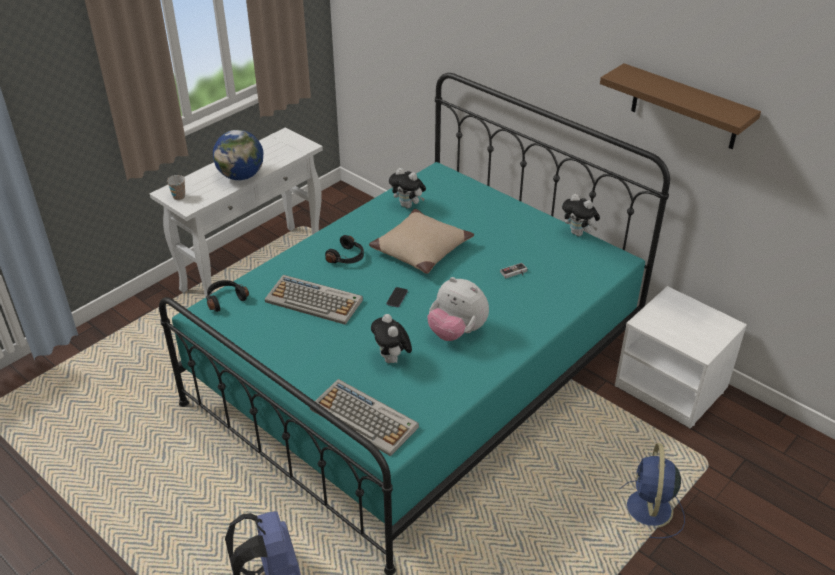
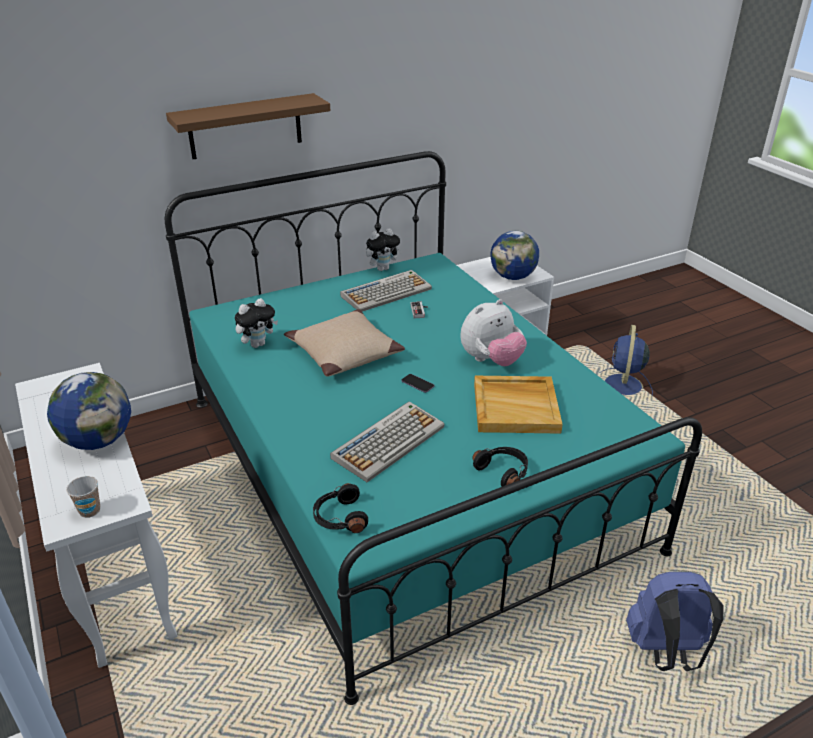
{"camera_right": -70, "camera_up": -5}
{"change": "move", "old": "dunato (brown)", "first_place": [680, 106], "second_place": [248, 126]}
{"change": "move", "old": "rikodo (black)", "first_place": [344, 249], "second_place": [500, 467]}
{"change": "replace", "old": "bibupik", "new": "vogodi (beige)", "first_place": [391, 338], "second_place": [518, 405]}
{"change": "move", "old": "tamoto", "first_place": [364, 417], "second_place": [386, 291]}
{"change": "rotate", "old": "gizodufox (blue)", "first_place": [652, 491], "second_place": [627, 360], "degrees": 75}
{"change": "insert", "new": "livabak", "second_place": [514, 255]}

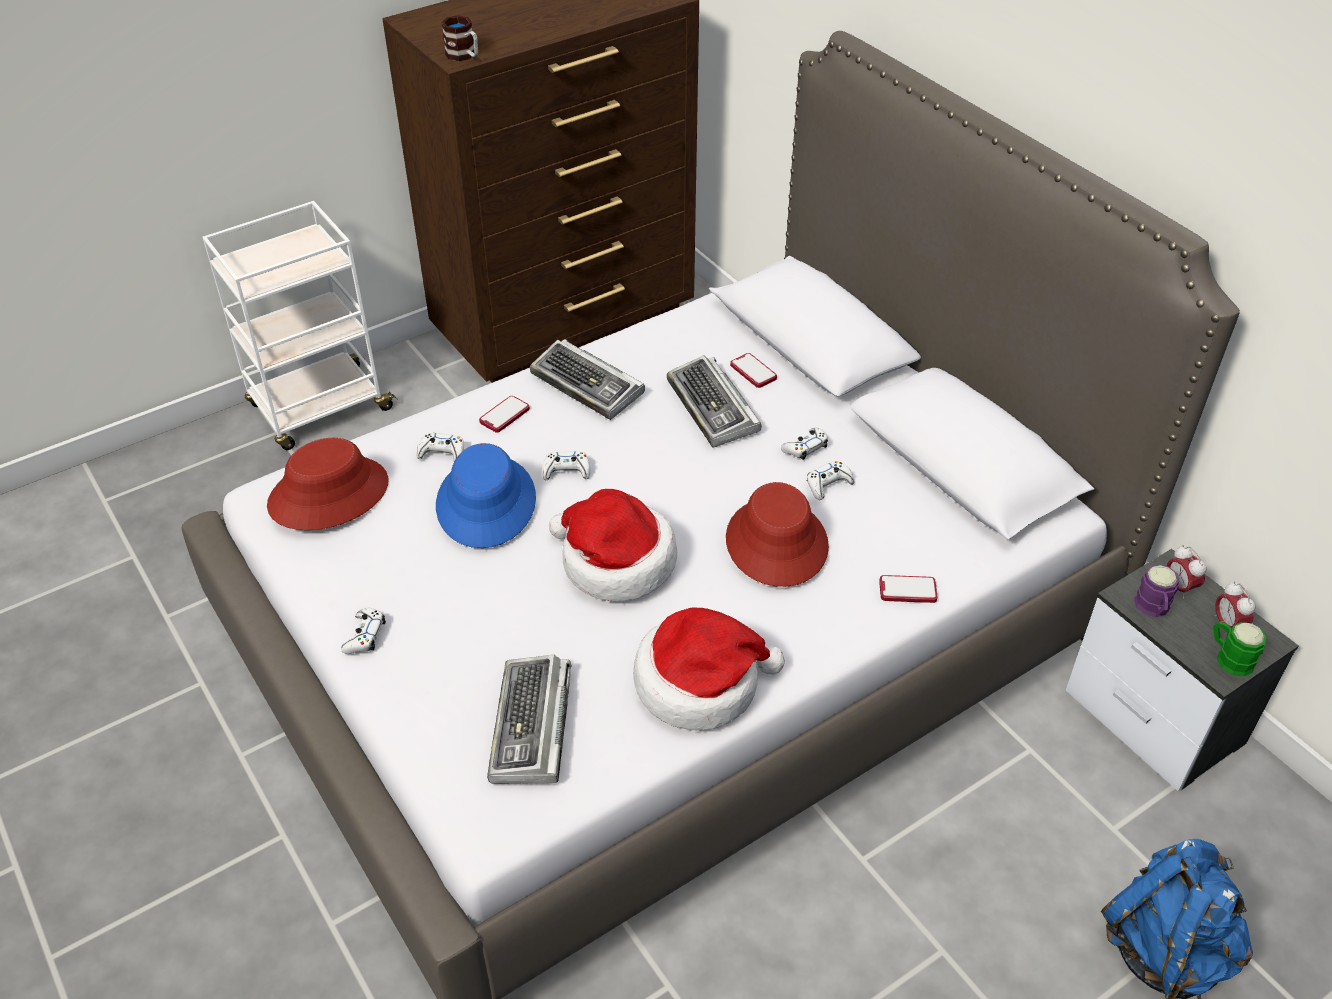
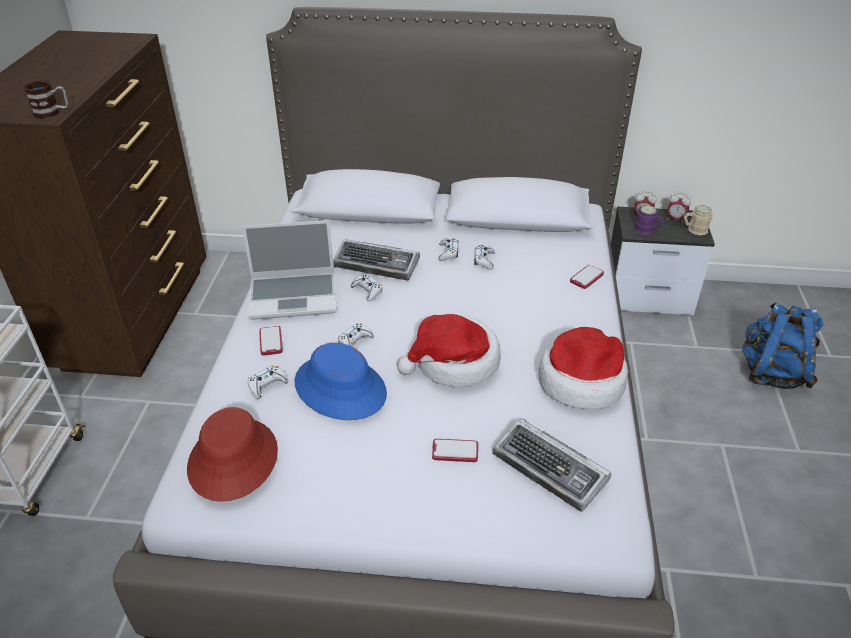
{"camera_right": -50, "camera_up": -5}
{"change": "replace", "old": "tamoto", "new": "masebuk", "first_place": [587, 379], "second_place": [289, 270]}
{"change": "move", "old": "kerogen", "first_place": [753, 370], "second_place": [455, 450]}
{"change": "delete", "old": "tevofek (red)", "first_place": [777, 534]}
{"change": "move", "old": "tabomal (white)", "first_place": [363, 631], "second_place": [366, 288]}
{"change": "recolor", "old": "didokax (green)", "new": "didokax (beige)", "first_place": [1239, 649], "second_place": [698, 220]}

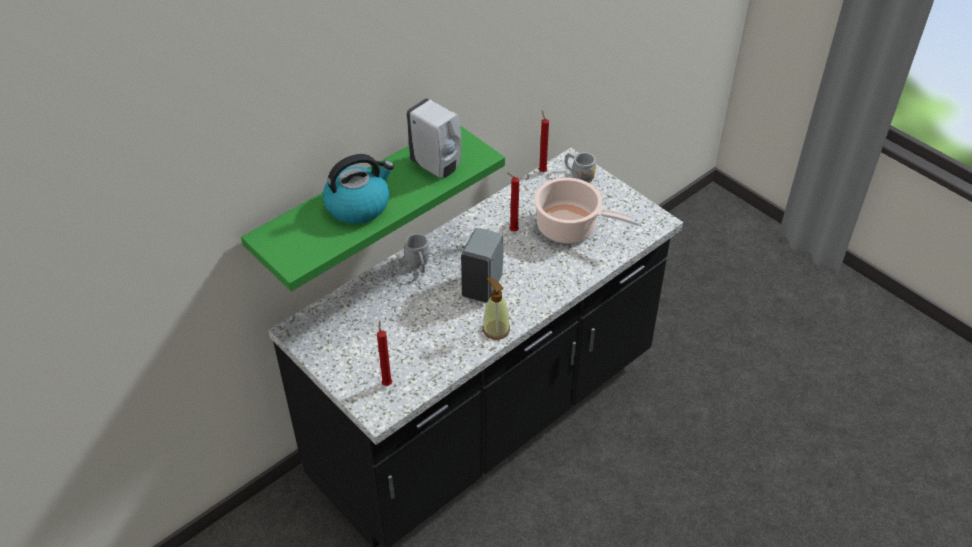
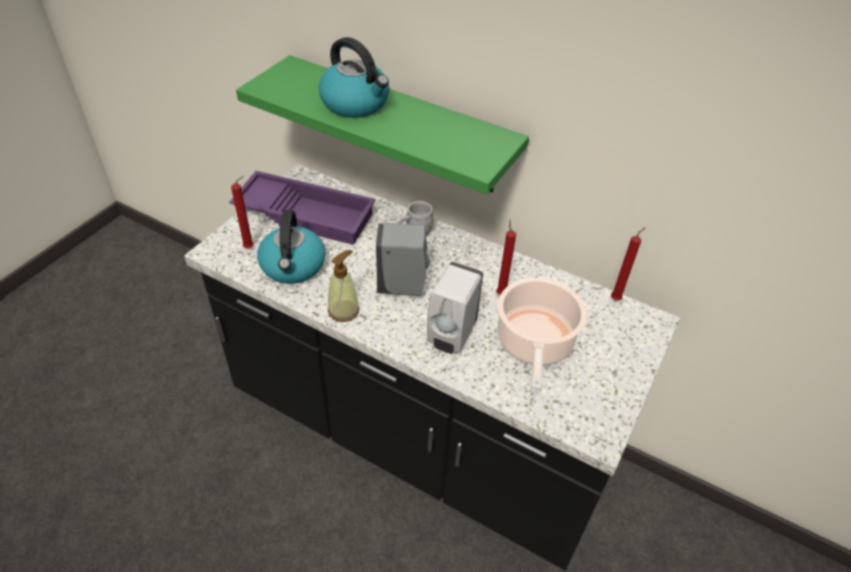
{"camera_right": 70, "camera_up": 0}
{"change": "move", "old": "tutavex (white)", "first_place": [434, 138], "second_place": [455, 308]}
{"change": "delete", "old": "didokax (grey)", "first_place": [580, 168]}
{"change": "insert", "new": "vogodi (purple)", "second_place": [302, 208]}
{"change": "insert", "new": "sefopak", "second_place": [291, 247]}

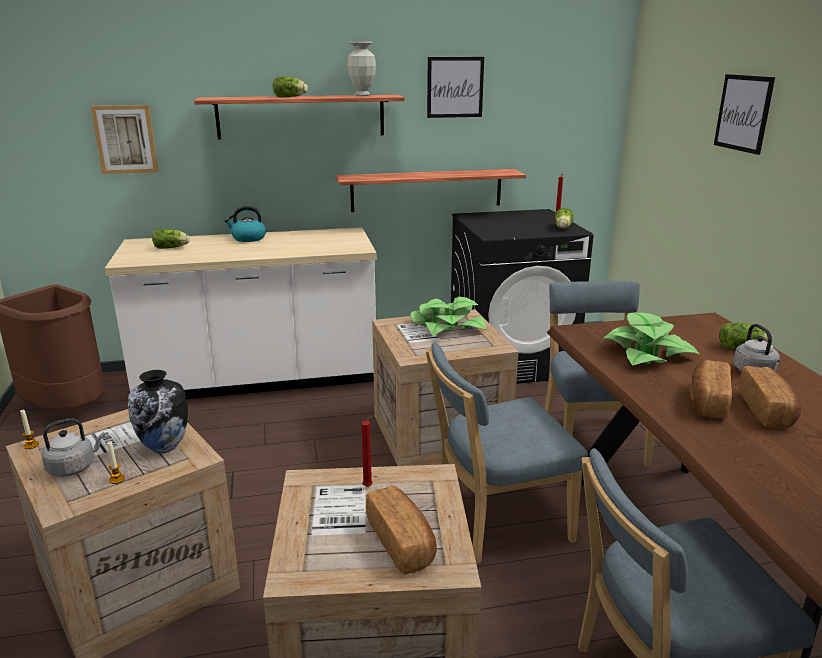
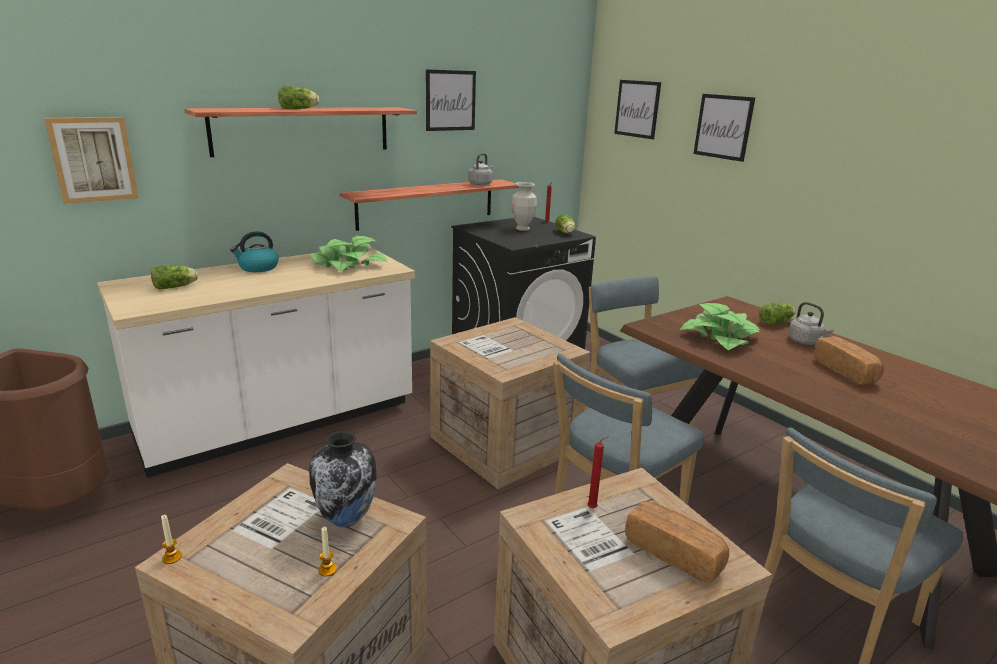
{"camera_right": -25, "camera_up": 0}
{"change": "move", "old": "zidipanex", "first_place": [361, 68], "second_place": [524, 206]}
{"change": "move", "old": "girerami", "first_place": [448, 316], "second_place": [348, 254]}
{"change": "delete", "old": "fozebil", "first_place": [710, 390]}
{"change": "move", "old": "sefopak (grey)", "first_place": [73, 447], "second_place": [480, 169]}
{"change": "insert", "new": "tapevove", "second_place": [637, 109]}

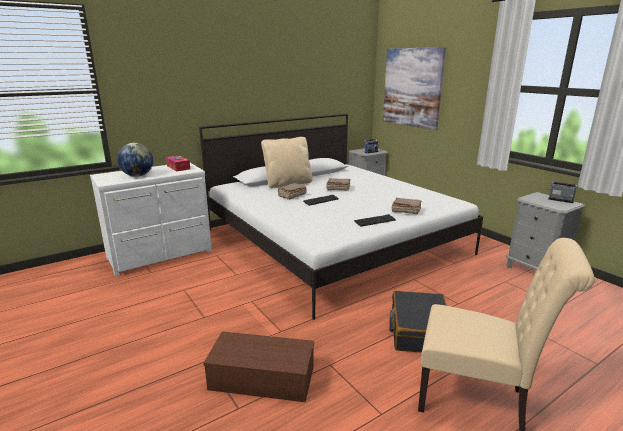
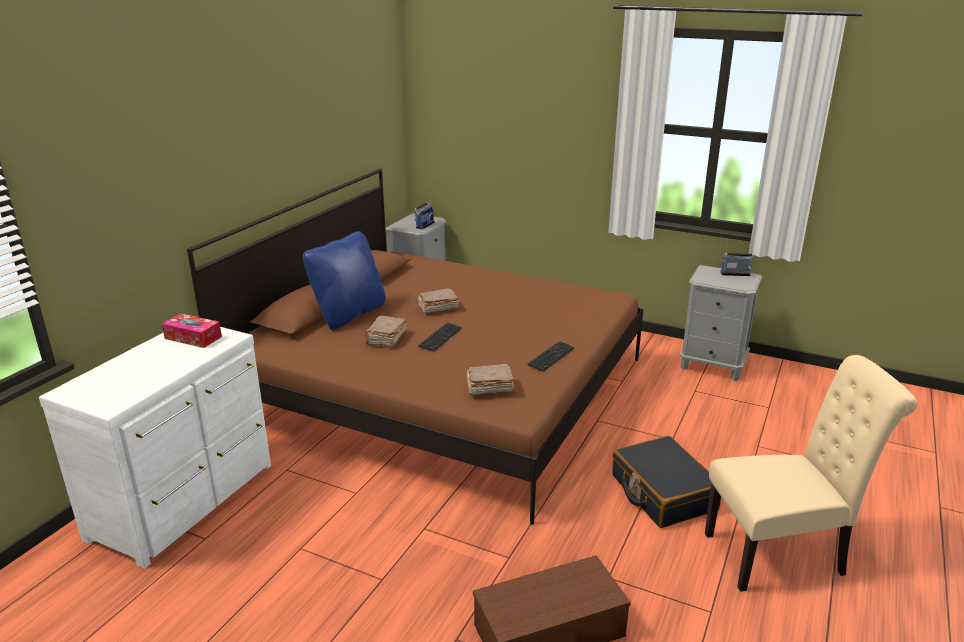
{"camera_right": -30, "camera_up": 5}
{"change": "delete", "old": "tapevove", "first_place": [414, 88]}
{"change": "recolor", "old": "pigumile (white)", "new": "pigumile (brown)", "first_place": [341, 217], "second_place": [415, 346]}
{"change": "recolor", "old": "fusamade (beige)", "new": "fusamade (blue)", "first_place": [286, 162], "second_place": [344, 280]}
{"change": "delete", "old": "livabak", "first_place": [135, 160]}
{"change": "move", "old": "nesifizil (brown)", "first_place": [407, 206], "second_place": [490, 380]}

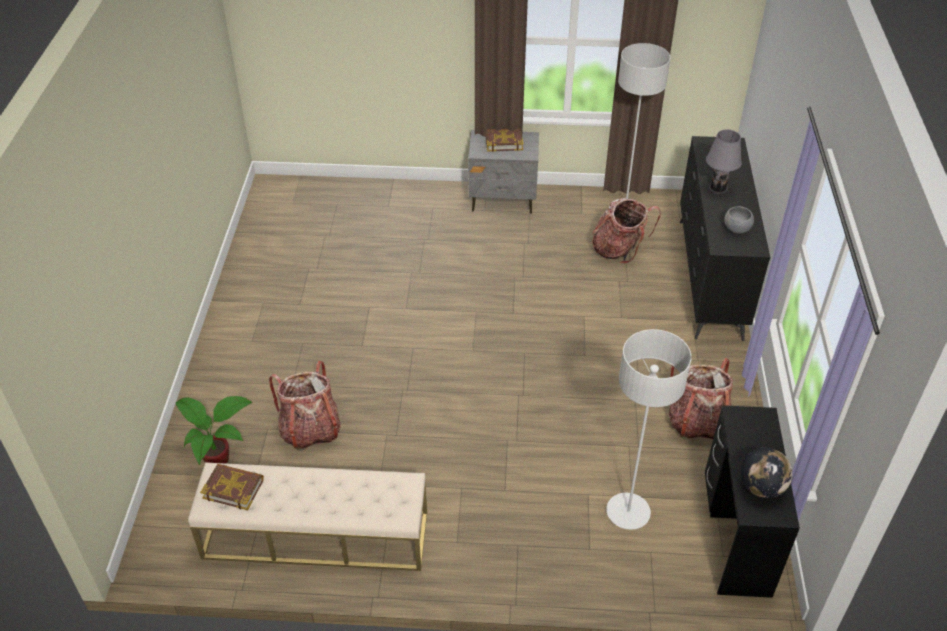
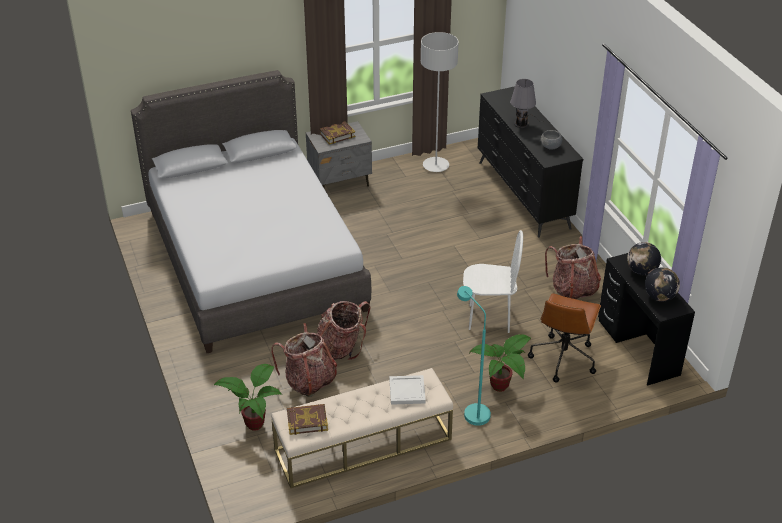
{"camera_right": -25, "camera_up": -5}
{"change": "move", "old": "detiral", "first_place": [626, 230], "second_place": [344, 330]}
{"change": "replace", "old": "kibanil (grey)", "new": "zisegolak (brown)", "first_place": [649, 429], "second_place": [564, 338]}
{"change": "insert", "new": "pigumile (grey)", "second_place": [251, 211]}
{"change": "insert", "new": "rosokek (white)", "second_place": [493, 281]}
{"change": "insert", "new": "livabak", "second_place": [644, 258]}
{"change": "insert", "new": "kibanil (turquoise)", "second_place": [474, 356]}
{"change": "insert", "new": "girerami", "second_place": [500, 363]}
{"change": "insert", "new": "vogodi (white)", "second_place": [407, 390]}

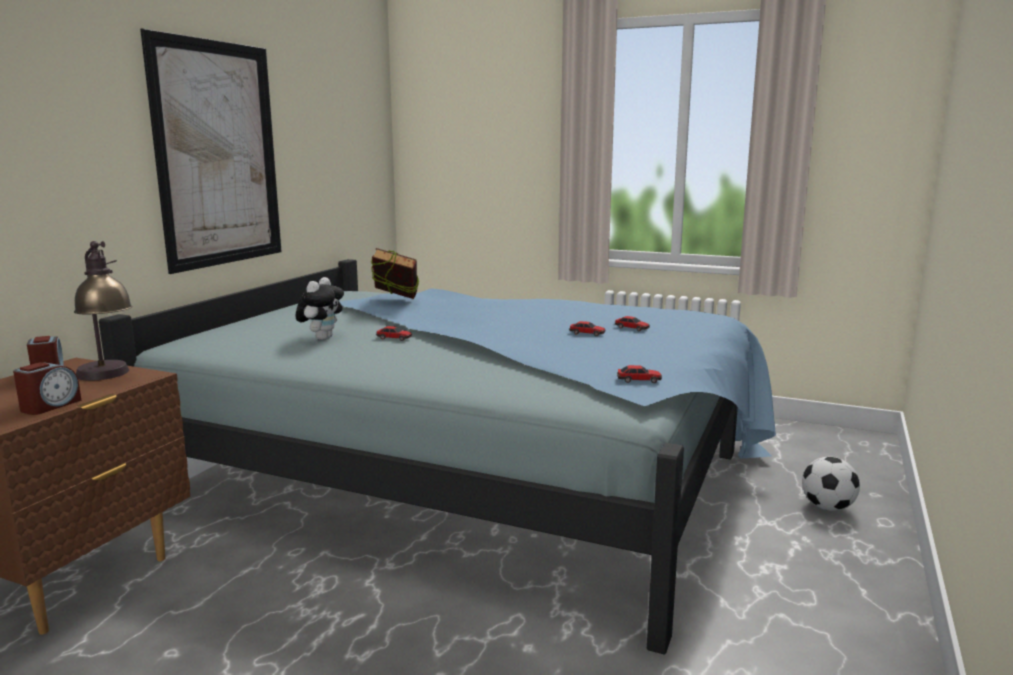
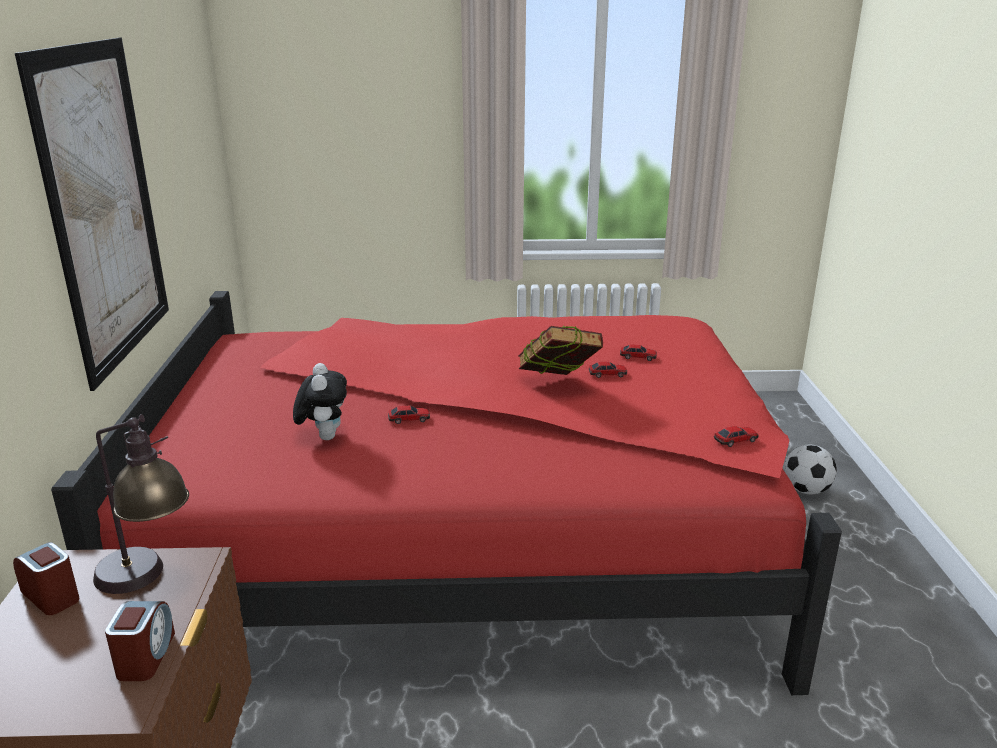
{"camera_right": -25, "camera_up": 10}
{"change": "move", "old": "nesifizil", "first_place": [395, 273], "second_place": [560, 350]}
{"change": "recolor", "old": "pigumile (blue)", "new": "pigumile (red)", "first_place": [437, 457], "second_place": [446, 493]}

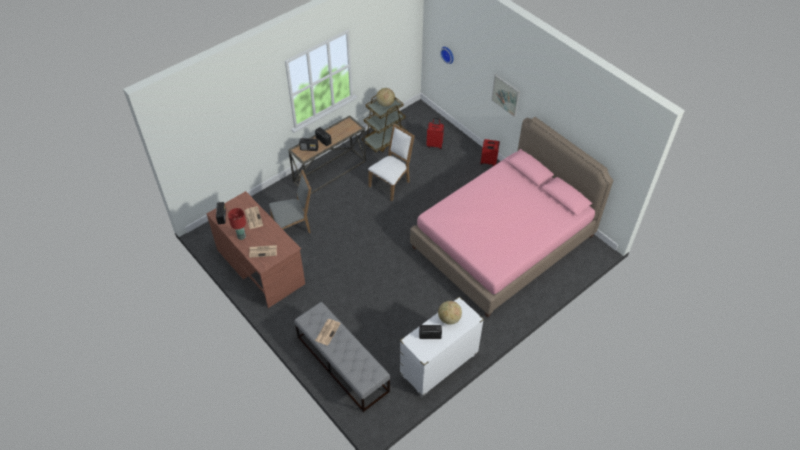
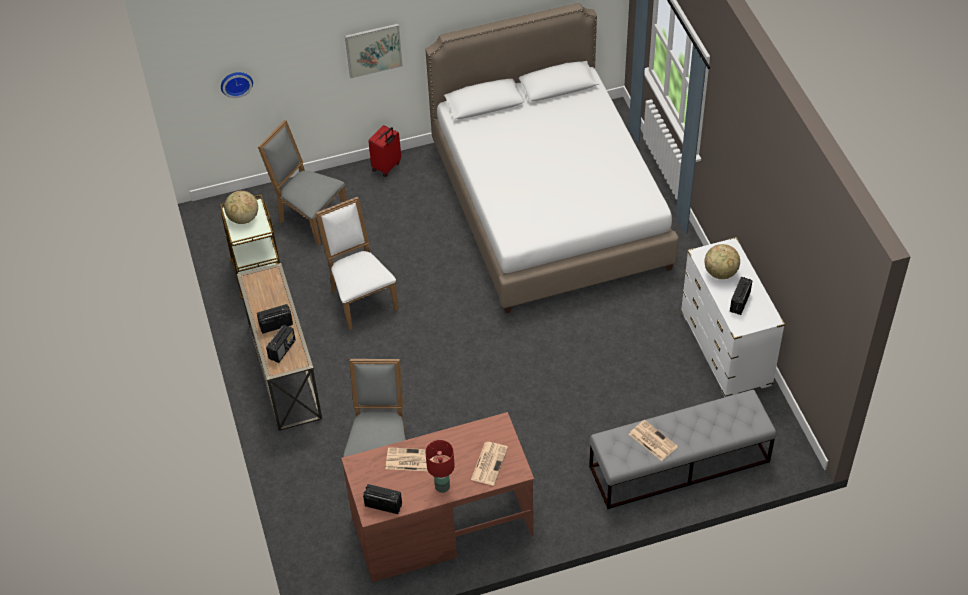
{"camera_right": -65, "camera_up": 0}
{"change": "recolor", "old": "pigumile (pink)", "new": "pigumile (white)", "first_place": [511, 217], "second_place": [552, 158]}
{"change": "replace", "old": "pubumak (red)", "new": "rosokek (grey)", "first_place": [435, 133], "second_place": [302, 183]}

